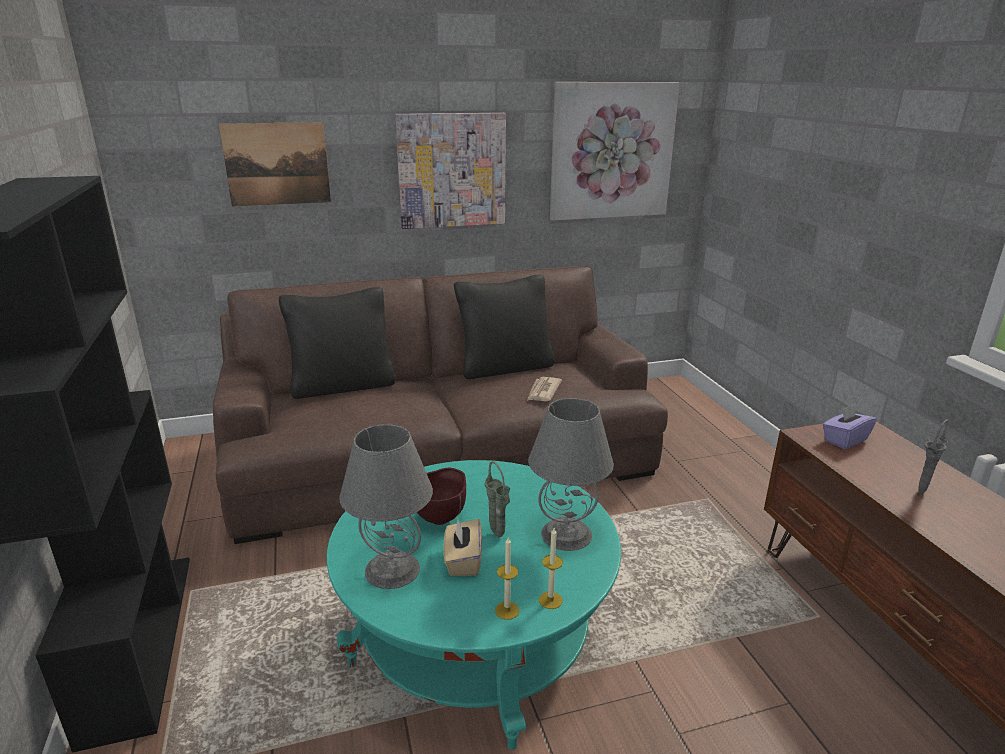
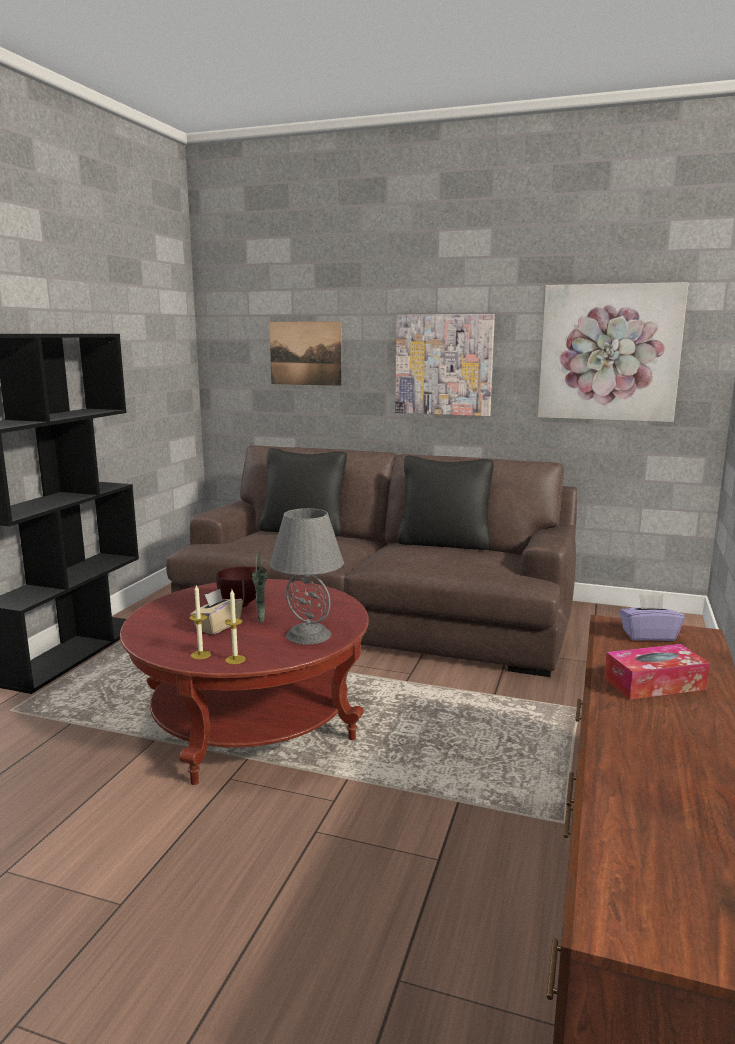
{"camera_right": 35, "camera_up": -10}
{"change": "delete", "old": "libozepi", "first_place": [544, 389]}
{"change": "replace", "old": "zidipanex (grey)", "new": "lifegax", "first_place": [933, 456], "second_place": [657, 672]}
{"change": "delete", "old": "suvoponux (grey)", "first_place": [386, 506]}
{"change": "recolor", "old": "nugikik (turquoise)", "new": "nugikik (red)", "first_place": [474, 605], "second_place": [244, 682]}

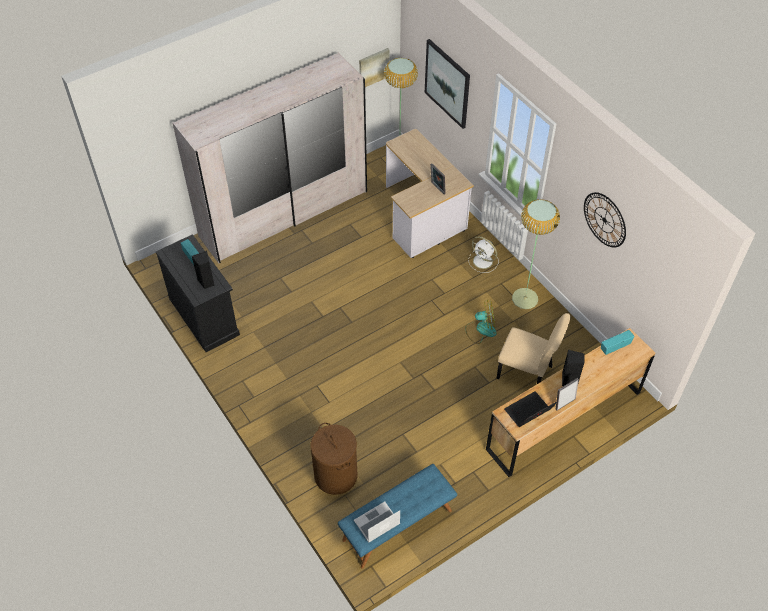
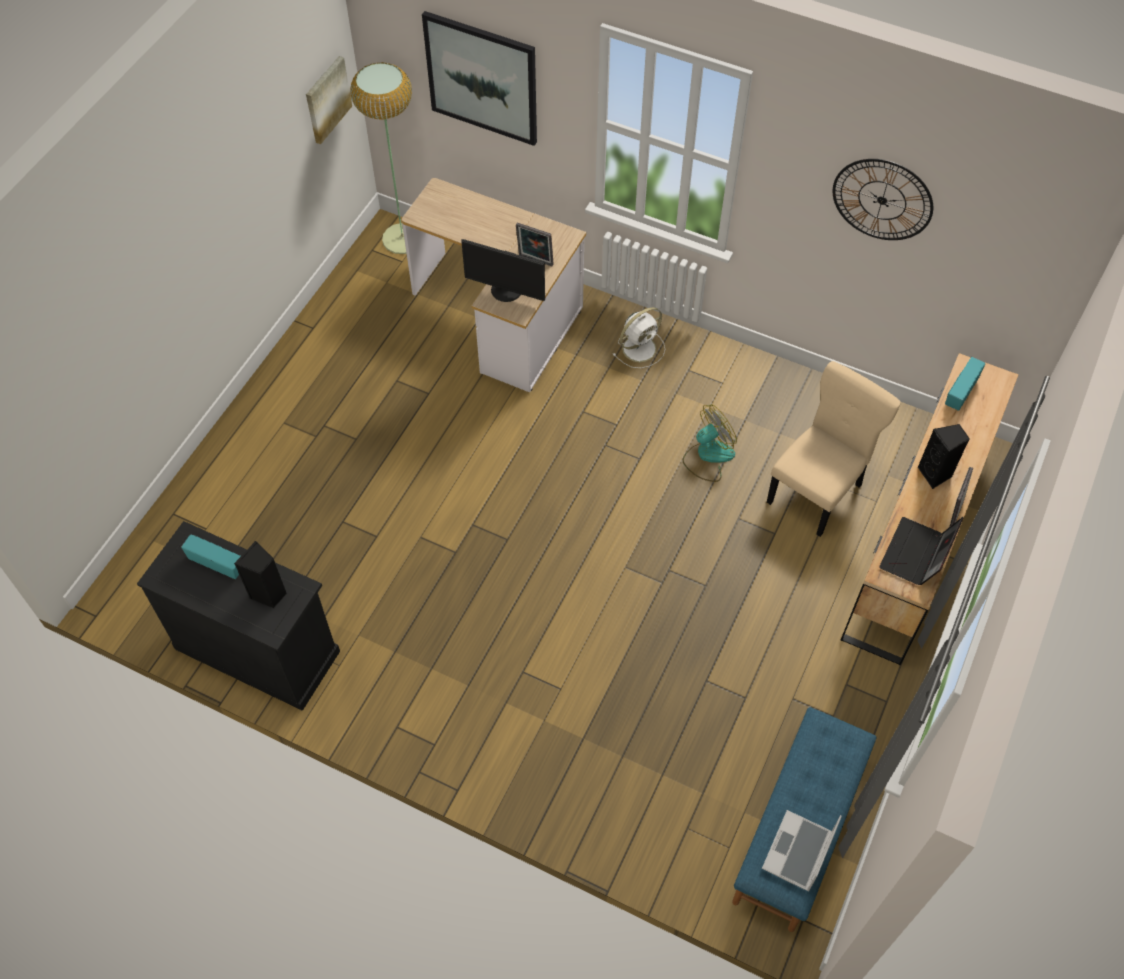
{"camera_right": -30, "camera_up": 5}
{"change": "delete", "old": "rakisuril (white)", "first_place": [269, 157]}
{"change": "delete", "old": "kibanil", "first_place": [536, 254]}
{"change": "rotate", "old": "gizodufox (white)", "first_place": [483, 254], "second_place": [639, 337], "degrees": -45}
{"change": "rotate", "old": "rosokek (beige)", "first_place": [533, 348], "second_place": [834, 449], "degrees": -45}
{"change": "delete", "old": "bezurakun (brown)", "first_place": [334, 459]}
{"change": "insert", "new": "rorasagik", "second_place": [503, 270]}

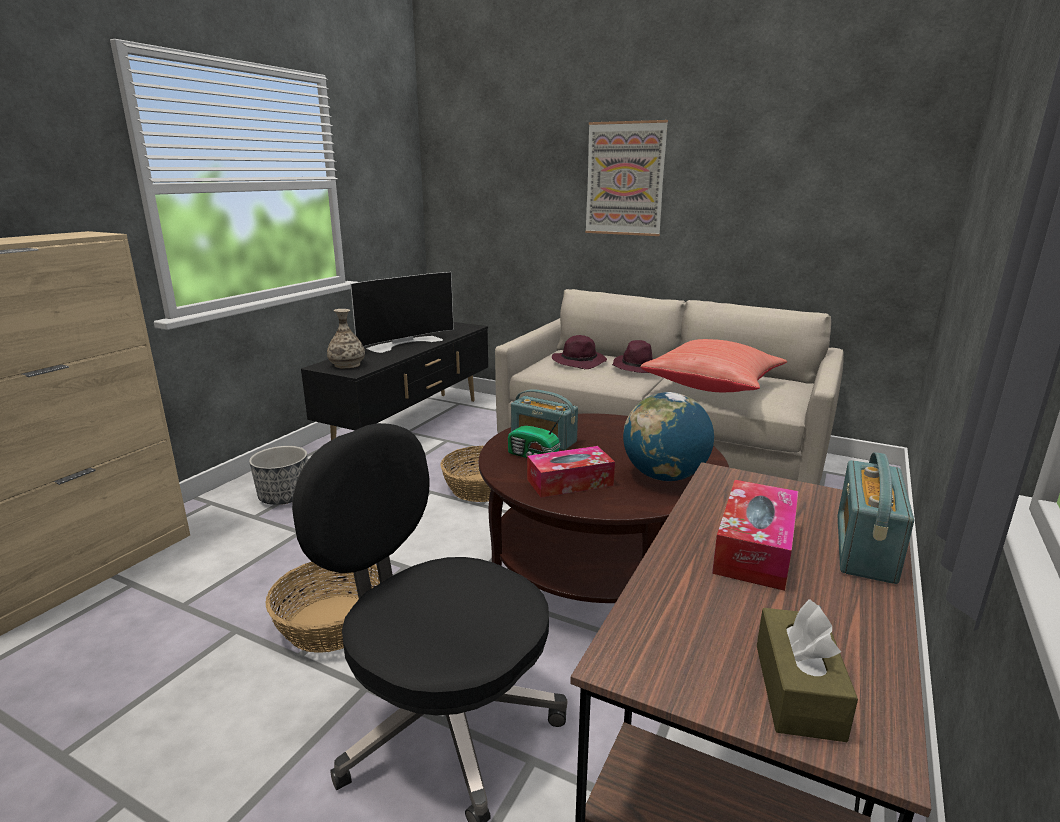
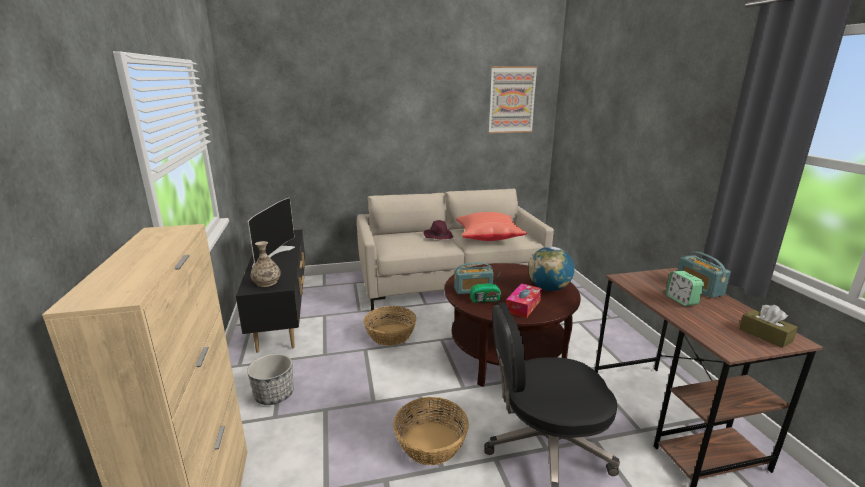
{"camera_right": -40, "camera_up": 0}
{"change": "move", "old": "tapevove", "first_place": [626, 178], "second_place": [513, 99]}
{"change": "delete", "old": "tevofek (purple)", "first_place": [579, 352]}
{"change": "replace", "old": "lifegax", "new": "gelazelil", "first_place": [755, 535], "second_place": [685, 288]}

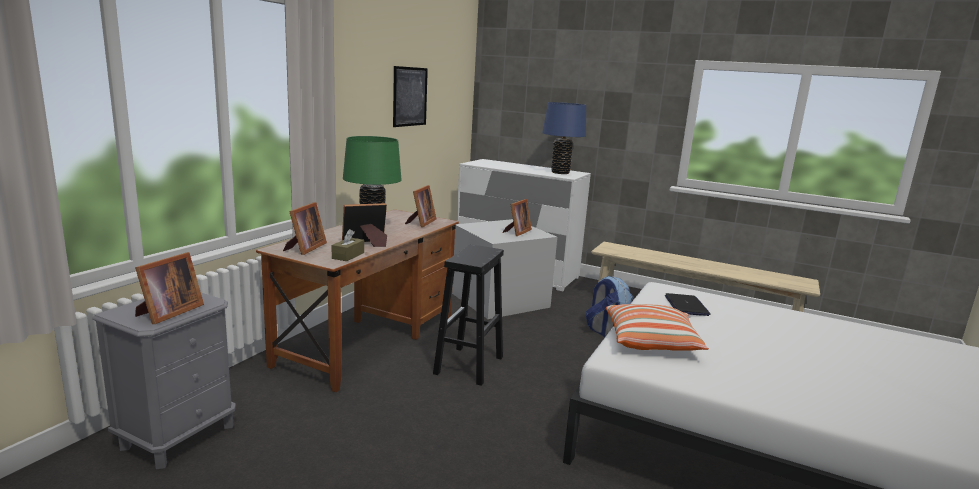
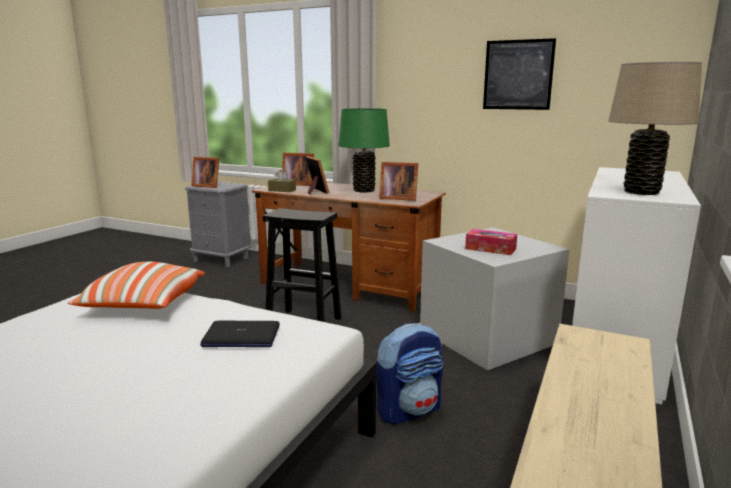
{"camera_right": 90, "camera_up": 0}
{"change": "recolor", "old": "suvoponux (blue)", "new": "suvoponux (beige)", "first_place": [564, 138], "second_place": [655, 128]}
{"change": "replace", "old": "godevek", "new": "lifegax", "first_place": [517, 217], "second_place": [491, 242]}

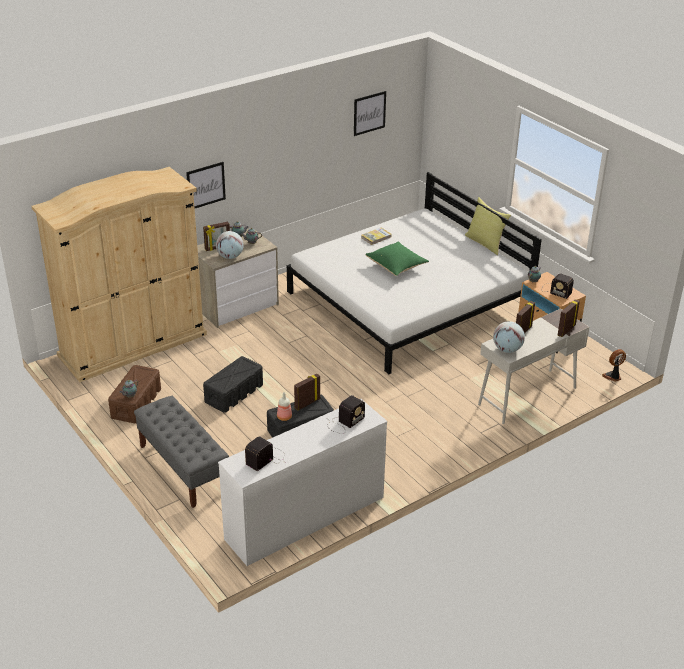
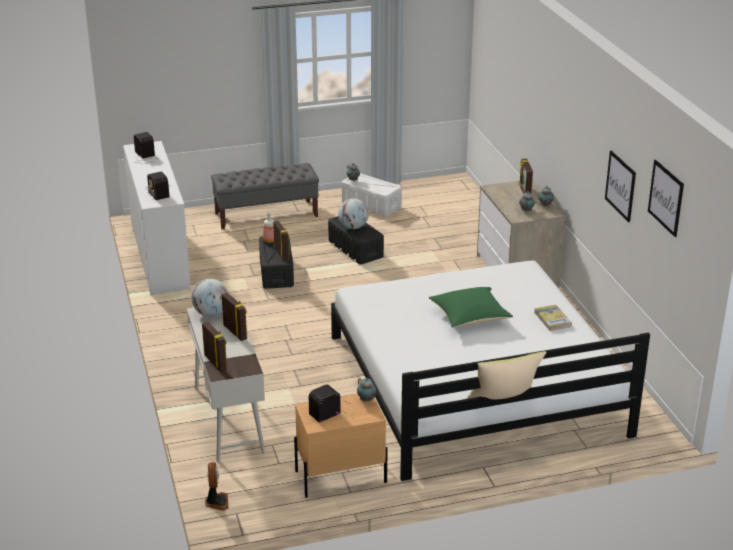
{"camera_right": 110, "camera_up": -5}
{"change": "move", "old": "tapevove", "first_place": [206, 185], "second_place": [620, 186]}
{"change": "delete", "old": "rakisuril (beige)", "first_place": [119, 274]}
{"change": "move", "old": "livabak", "first_place": [230, 245], "second_place": [353, 214]}
{"change": "recolor", "old": "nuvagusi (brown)", "new": "nuvagusi (white)", "first_place": [134, 394], "second_place": [372, 195]}

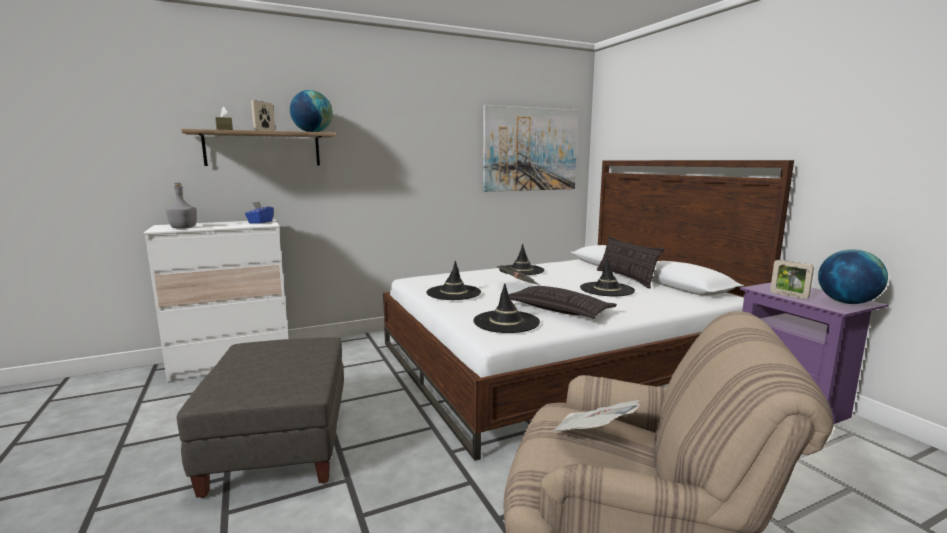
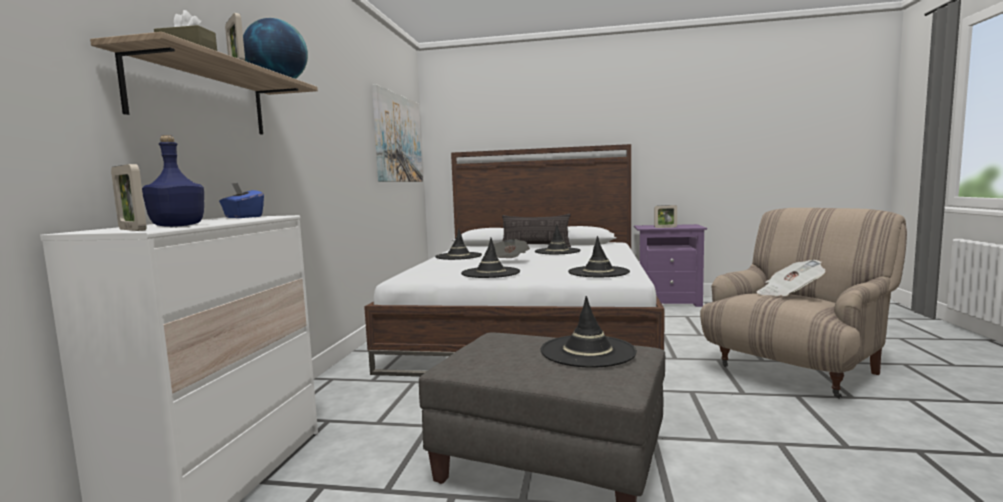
{"camera_right": -55, "camera_up": -5}
{"change": "recolor", "old": "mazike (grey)", "new": "mazike (blue)", "first_place": [181, 206], "second_place": [173, 181]}
{"change": "delete", "old": "livabak", "first_place": [853, 276]}
{"change": "delete", "old": "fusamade", "first_place": [562, 302]}
{"change": "insert", "new": "godevek", "second_place": [129, 197]}
{"change": "insert", "new": "tevofek (black)", "second_place": [589, 331]}

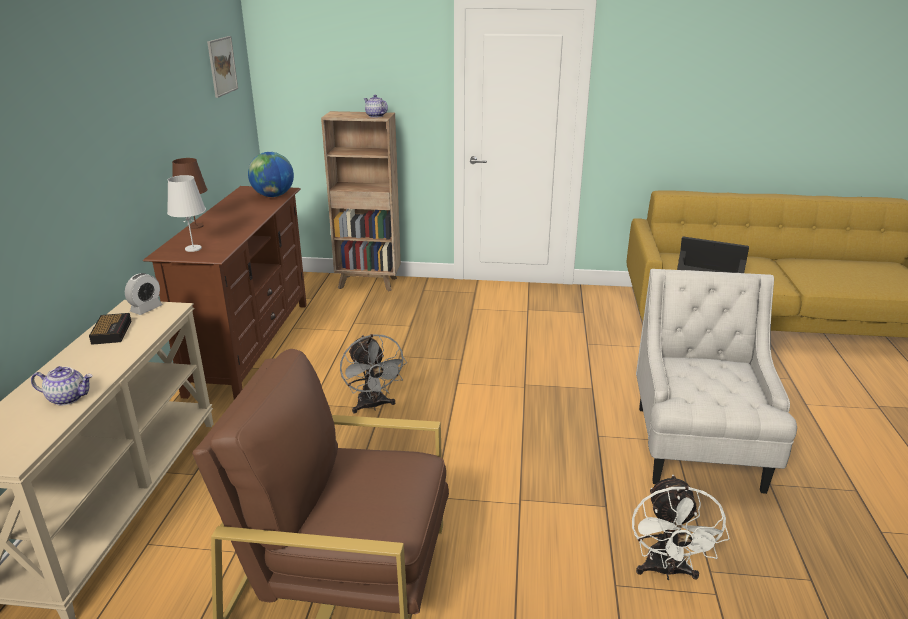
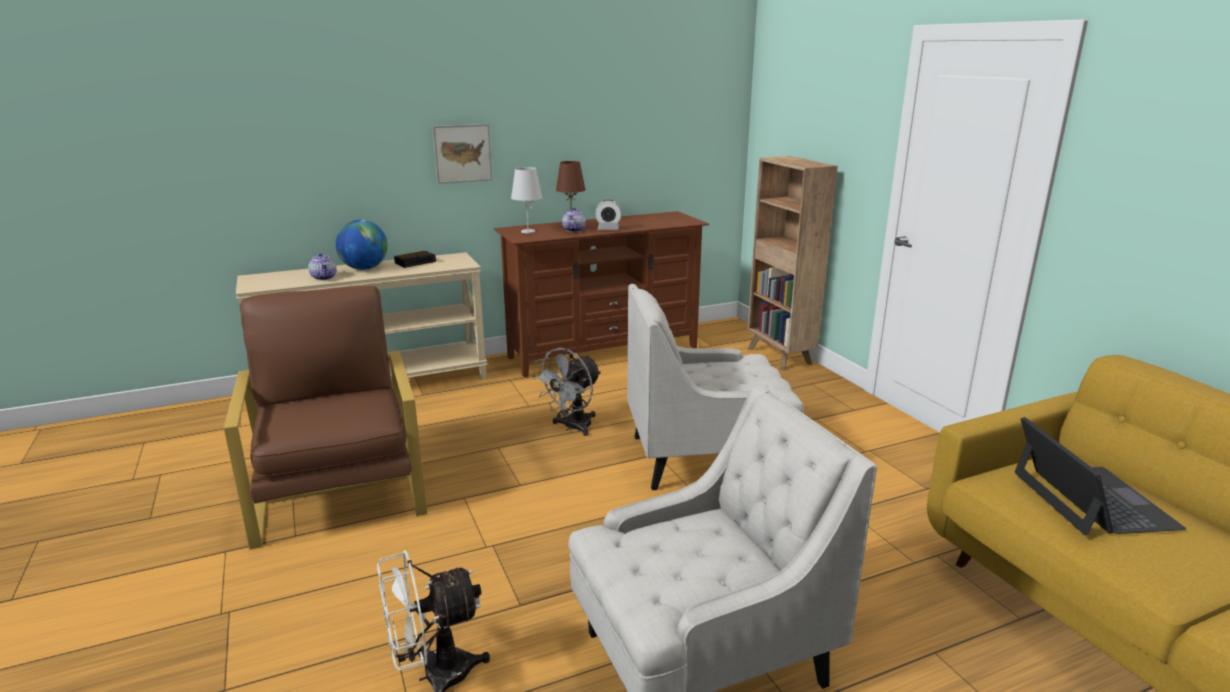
{"camera_right": 60, "camera_up": -5}
{"change": "move", "old": "tapevove", "first_place": [222, 67], "second_place": [462, 154]}
{"change": "move", "old": "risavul", "first_place": [376, 106], "second_place": [574, 219]}
{"change": "move", "old": "livabak", "first_place": [271, 174], "second_place": [361, 245]}
{"change": "move", "old": "gelazelil", "first_place": [144, 294], "second_place": [608, 215]}
{"change": "insert", "new": "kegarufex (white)", "second_place": [715, 387]}

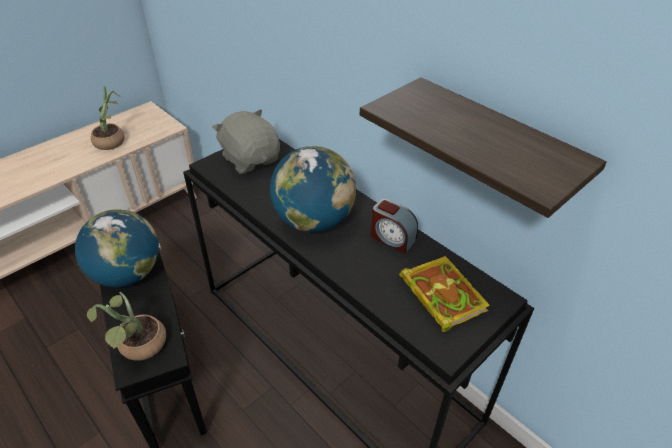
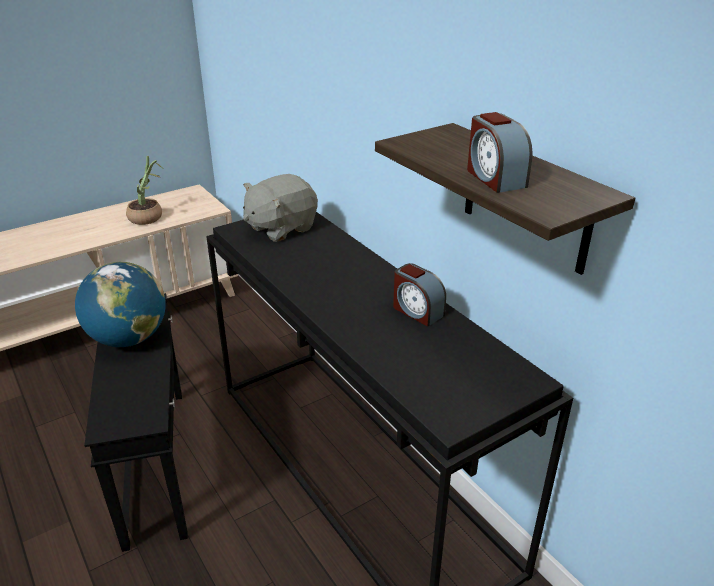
{"camera_right": 10, "camera_up": -10}
{"change": "rotate", "old": "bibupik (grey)", "first_place": [246, 141], "second_place": [280, 208], "degrees": -105}
{"change": "delete", "old": "livabak", "first_place": [313, 189]}
{"change": "delete", "old": "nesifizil", "first_place": [444, 294]}
{"change": "delete", "old": "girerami", "first_place": [126, 326]}
{"change": "insert", "new": "gelazelil", "second_place": [500, 152]}

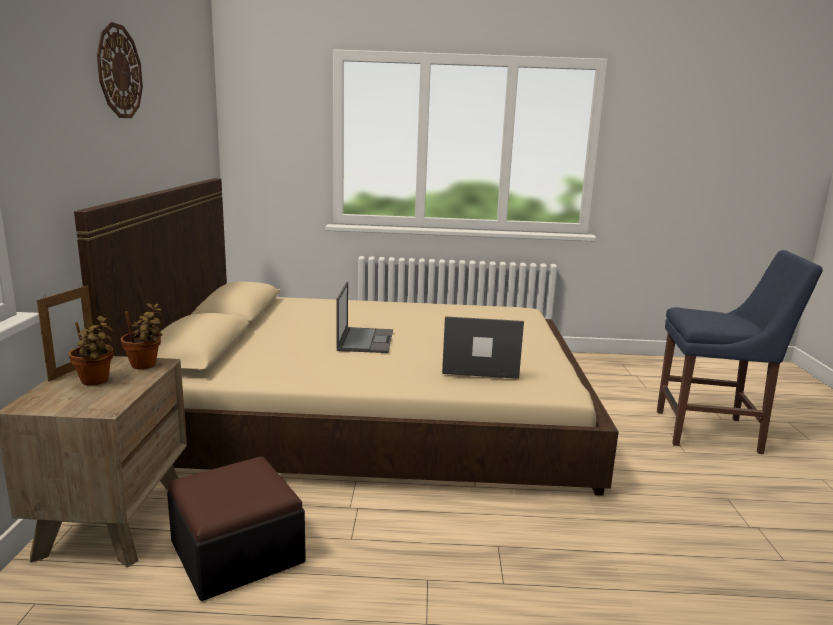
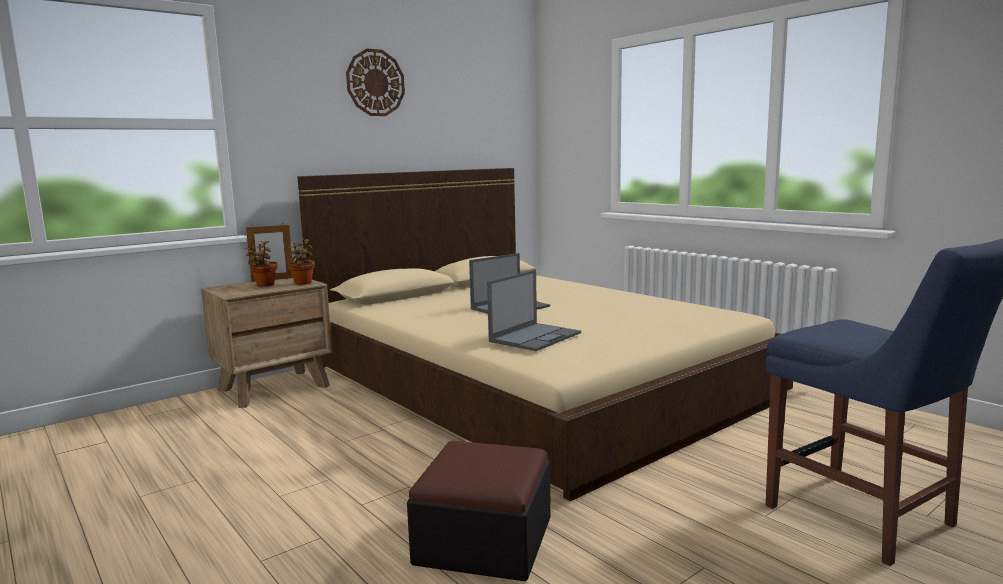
{"camera_right": 50, "camera_up": -5}
{"change": "rotate", "old": "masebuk", "first_place": [483, 347], "second_place": [534, 310], "degrees": 75}
{"change": "move", "old": "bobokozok", "first_place": [236, 529], "second_place": [479, 511]}

